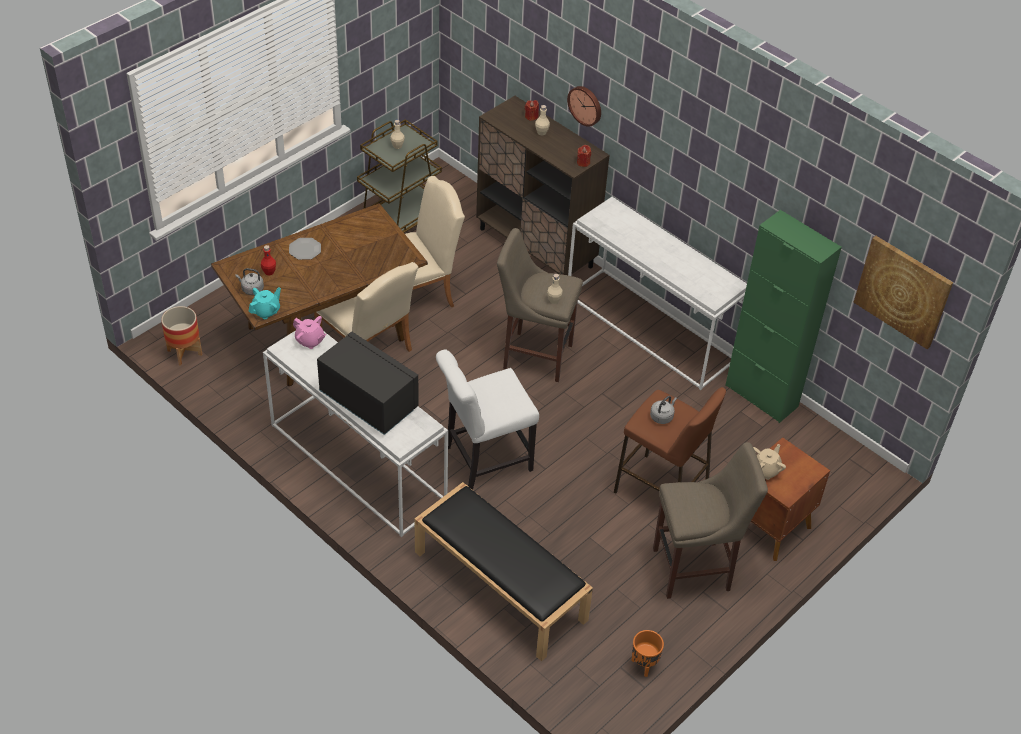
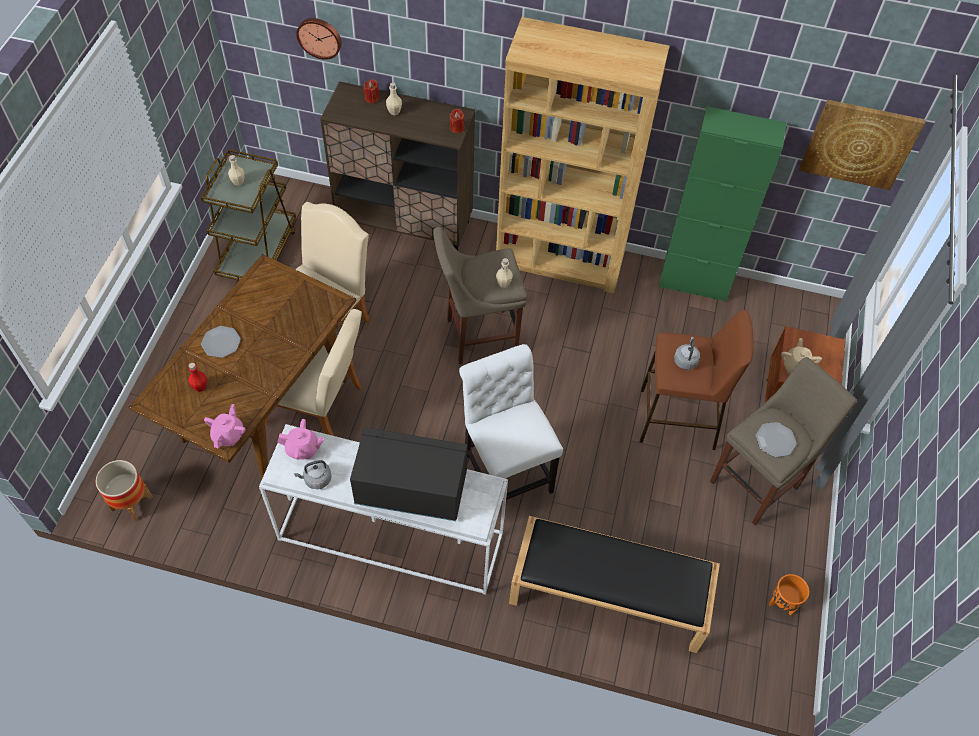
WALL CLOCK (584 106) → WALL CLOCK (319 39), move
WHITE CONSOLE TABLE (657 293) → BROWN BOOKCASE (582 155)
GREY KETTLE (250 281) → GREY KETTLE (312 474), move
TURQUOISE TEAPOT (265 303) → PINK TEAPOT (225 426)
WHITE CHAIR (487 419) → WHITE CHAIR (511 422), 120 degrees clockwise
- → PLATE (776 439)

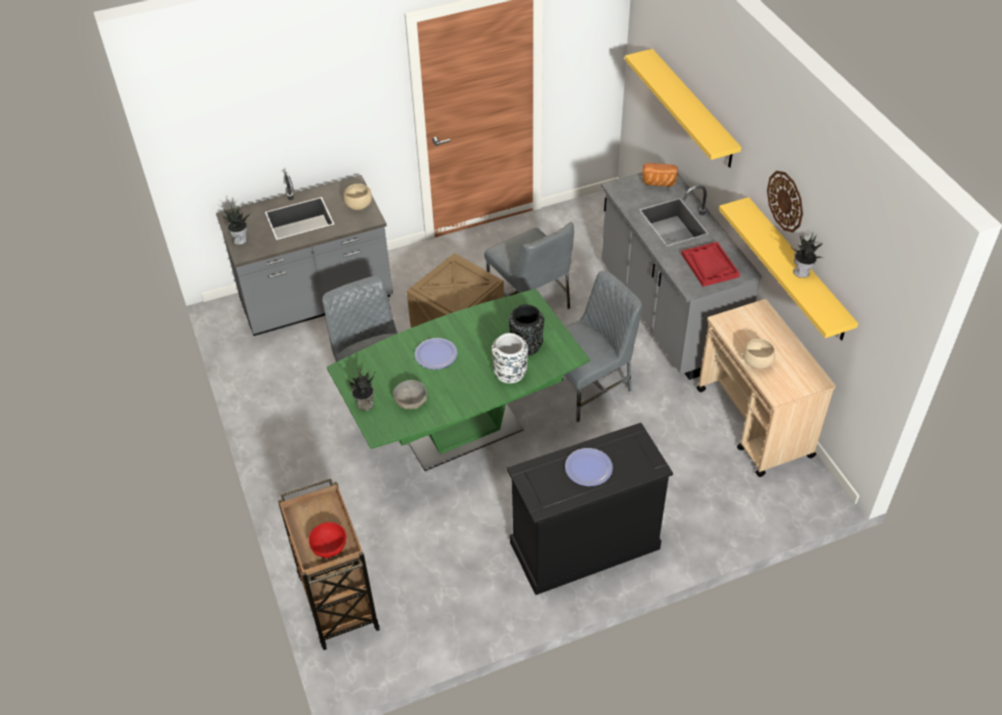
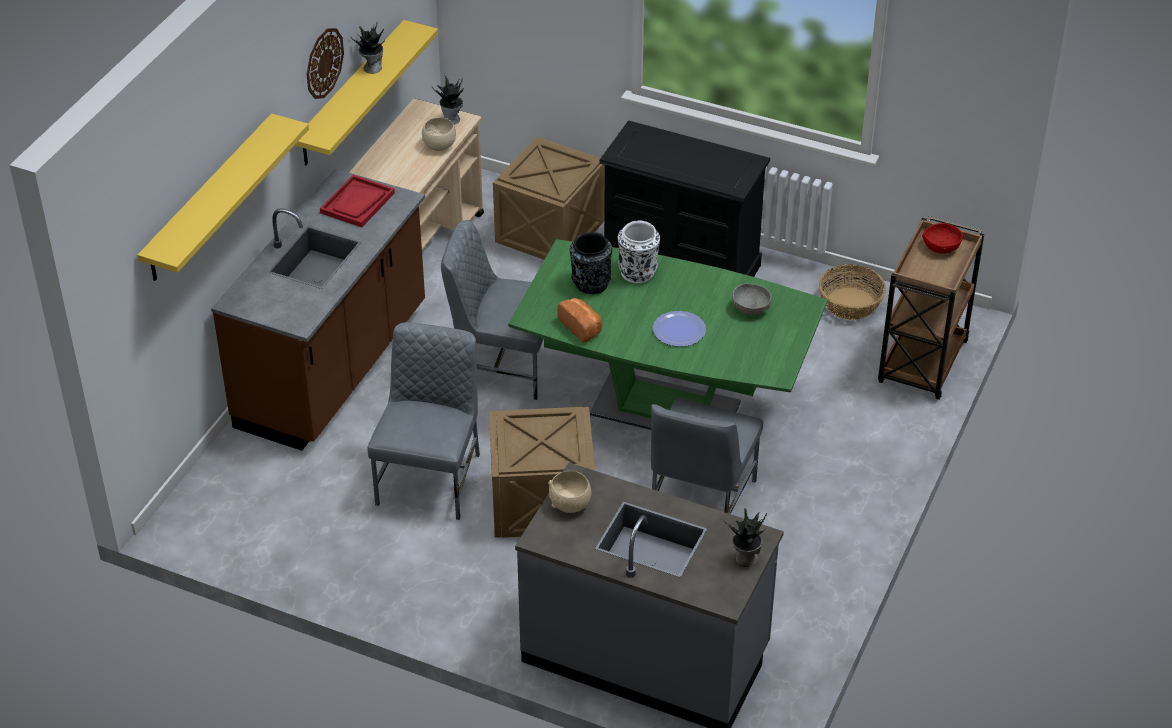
BREAD (660 175) → BREAD (579 320), move
GREY COUNTER (681 276) → BROWN COUNTER (318 310)
POTTED PLANT (359 389) → POTTED PLANT (448 99), move
PLATE (589 467) → -
- → CRATE (549 198)
- → BASKET (852 292)

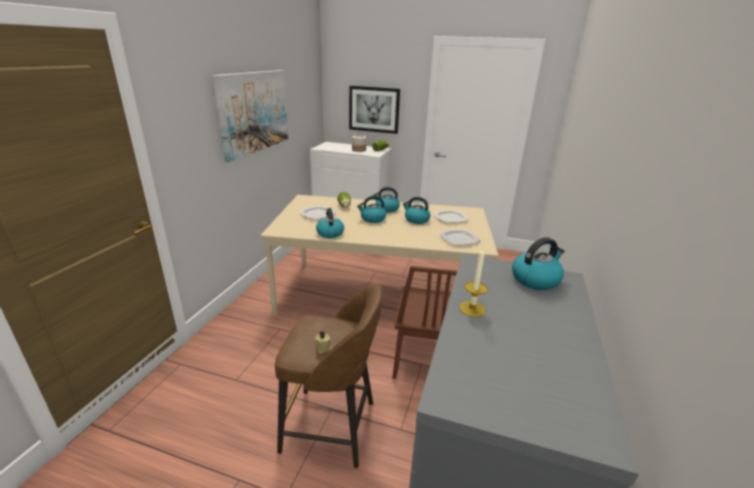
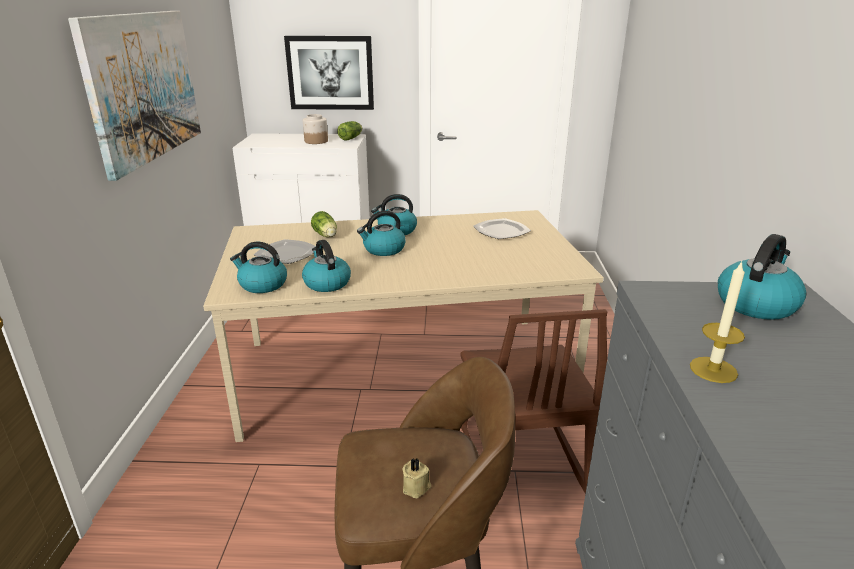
KETTLE (416 210) → KETTLE (258 267), move
PLATE (460 237) → -

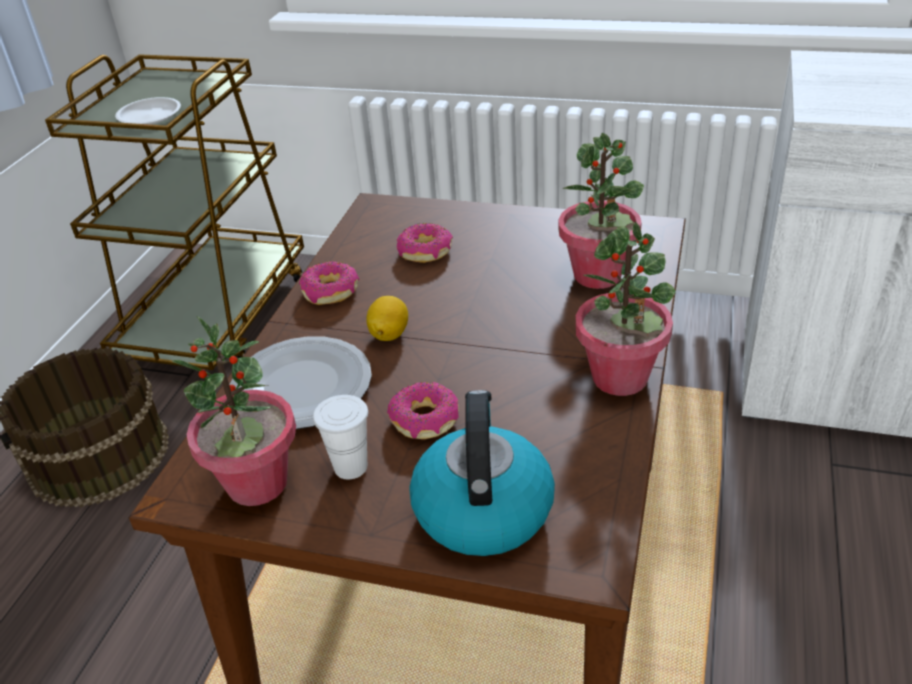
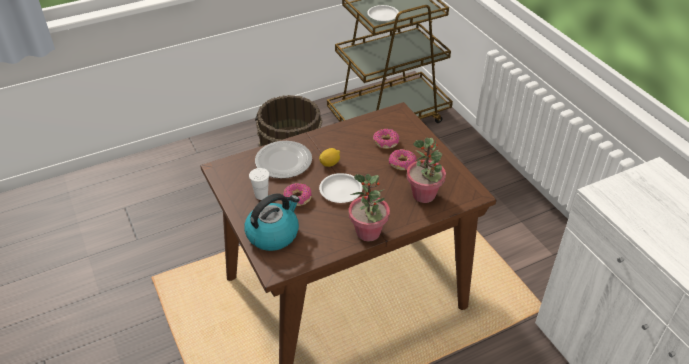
DONUT (329 283) → DONUT (403 159), move
POTTED PLANT (234 411) → -
- → WHITE PLATE (341 188)

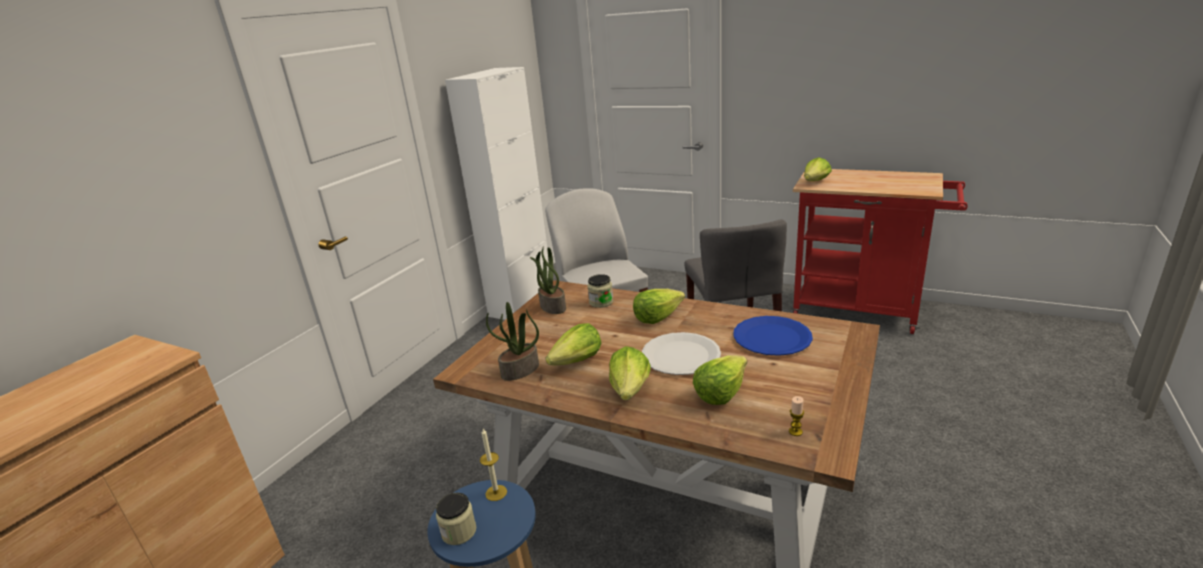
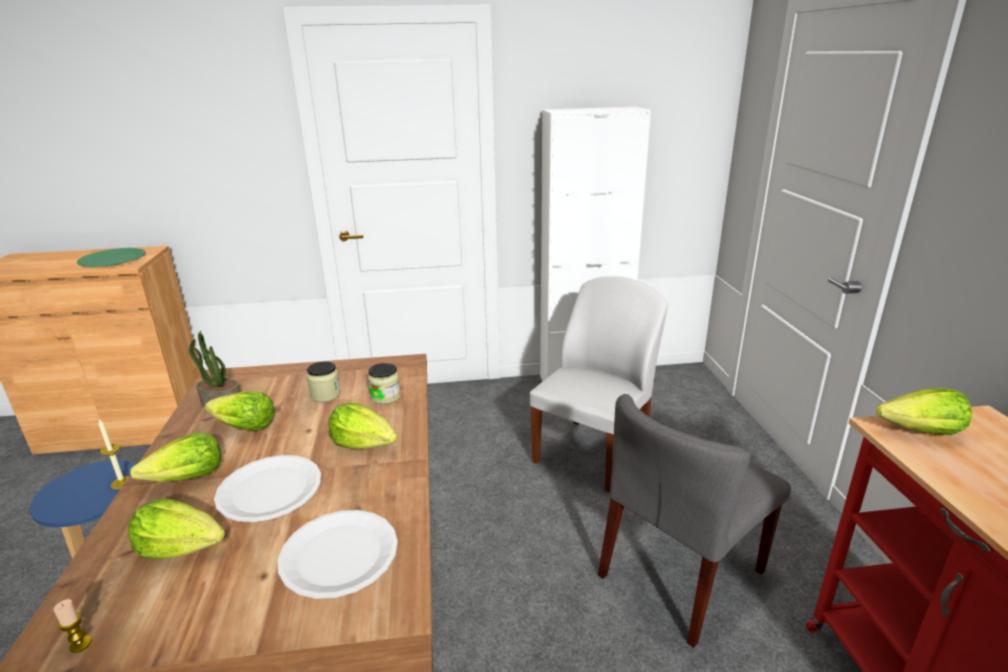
POTTED PLANT (548 280) → -
BLUE PLATE (773 336) → WHITE PLATE (338 554)
JAR (456 519) → JAR (324 381), move
- → GREEN PLATE (111 257)

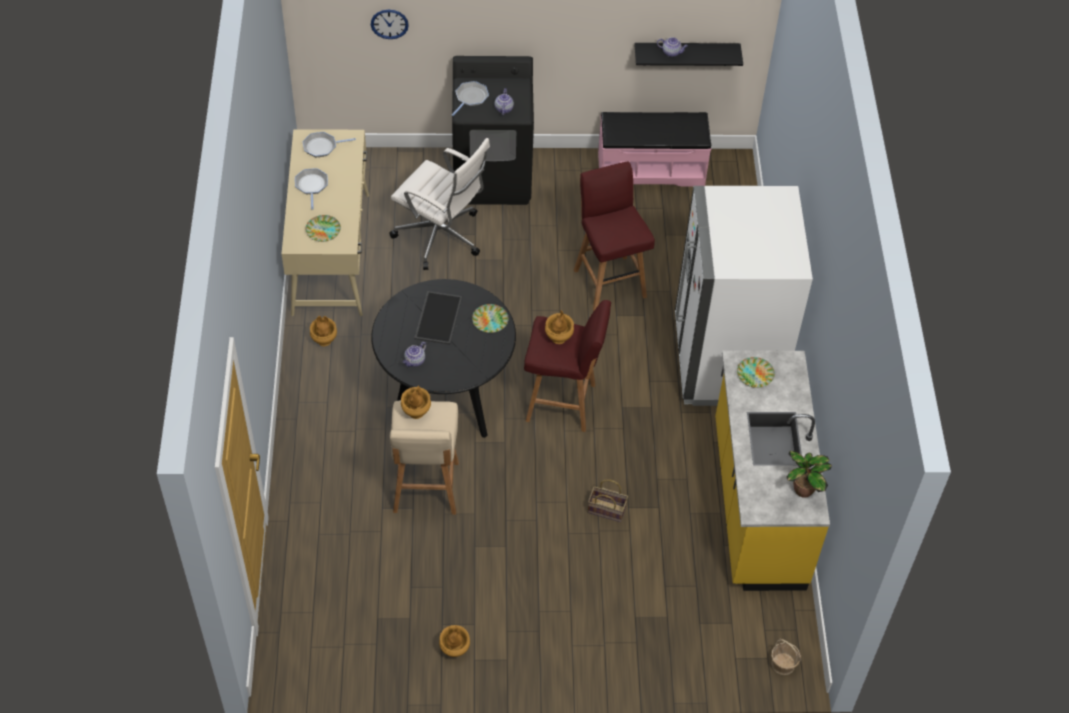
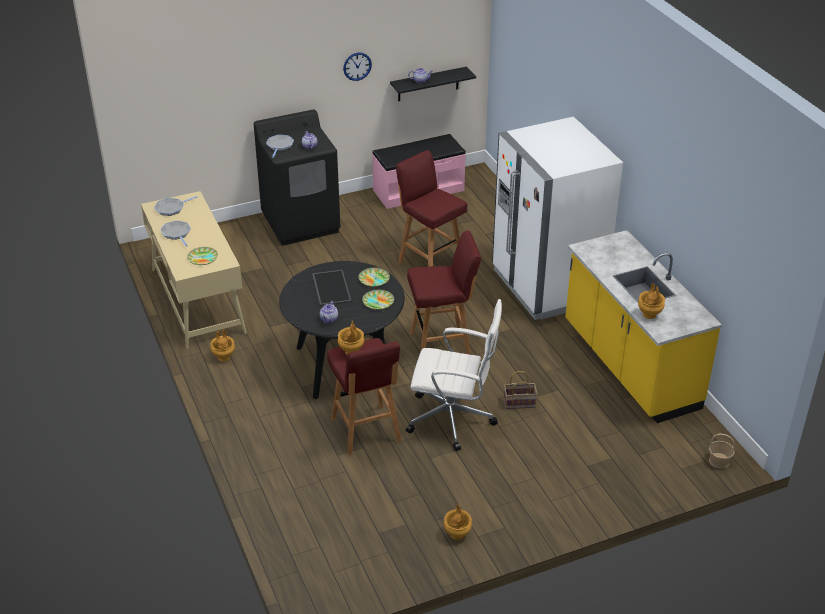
WALL CLOCK (390 24) → WALL CLOCK (357 67), move
WHITE OFFICE CHAIR (439 204) → WHITE OFFICE CHAIR (454 375), move
BROWN VASE (559 327) → BROWN VASE (651 301), move
PLATE (756 372) → PLATE (378 300), move
BEIGE STOOL (424 457) → RED STOOL (364 396)
POTTED PLANT (809 474) → -

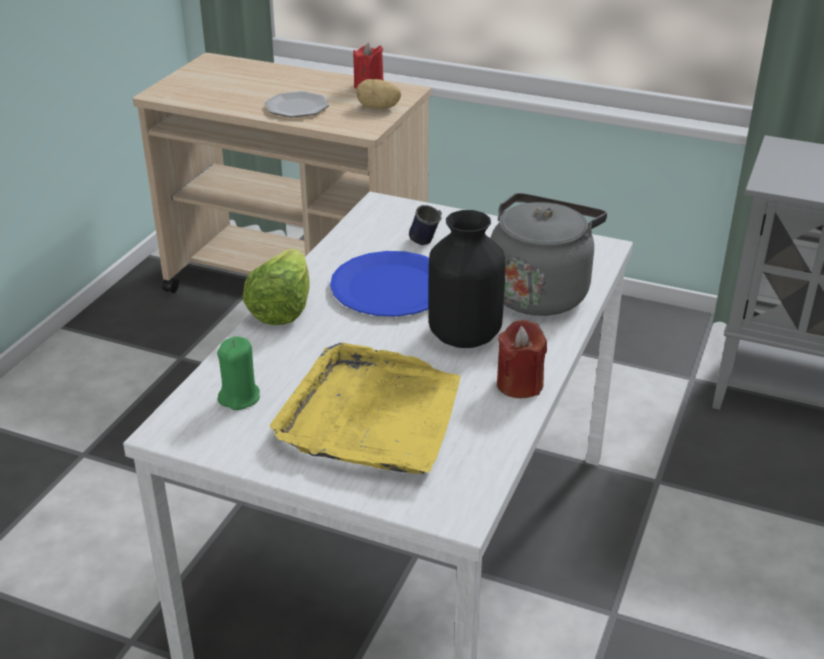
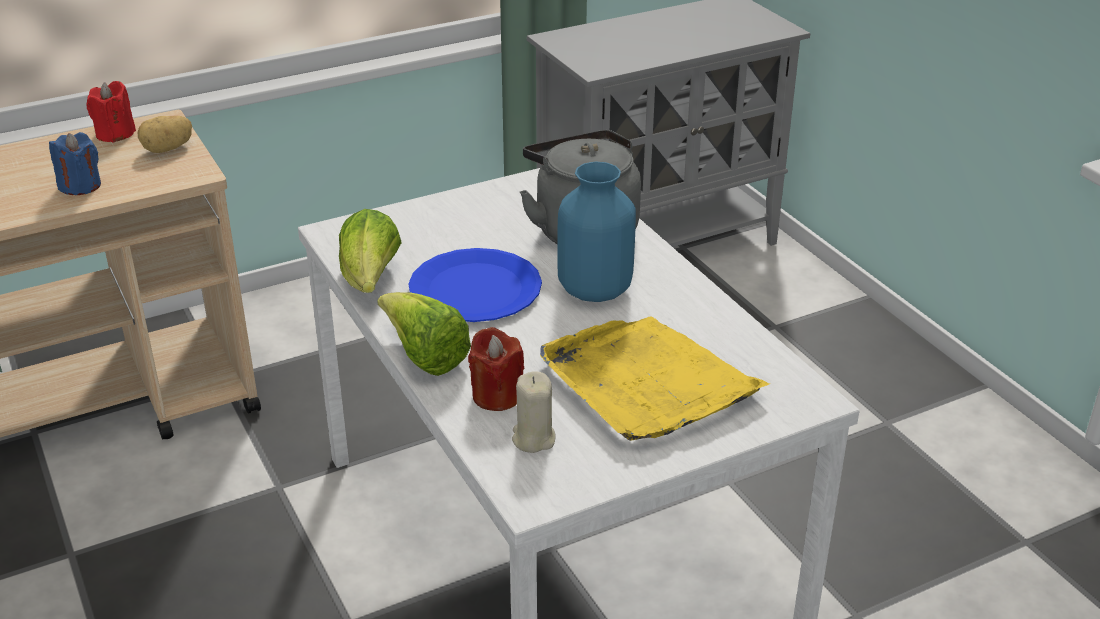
PLATE (297 104) → BLUE CANDLE (75 163)
BLUE MUG (425 225) → -
BLACK VASE (466 279) → BLUE VASE (596 232)
RED CANDLE (522 359) → RED CANDLE (496 369), move
GREEN CANDLE (238 373) → BEIGE CANDLE (534 412)
- → LETTUCE (370 251)

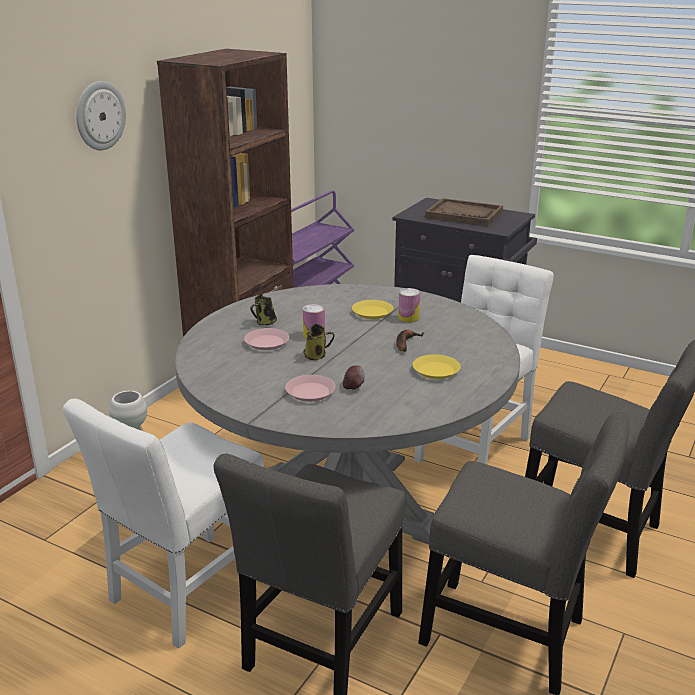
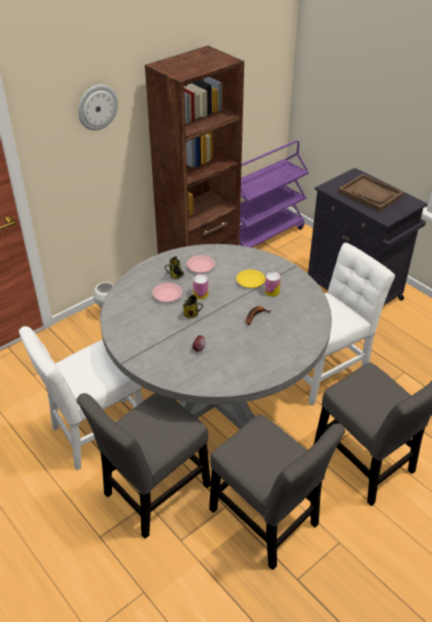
YELLOW PLATE (437 366) → -
PINK PLATE (310 388) → PINK PLATE (201 264), move

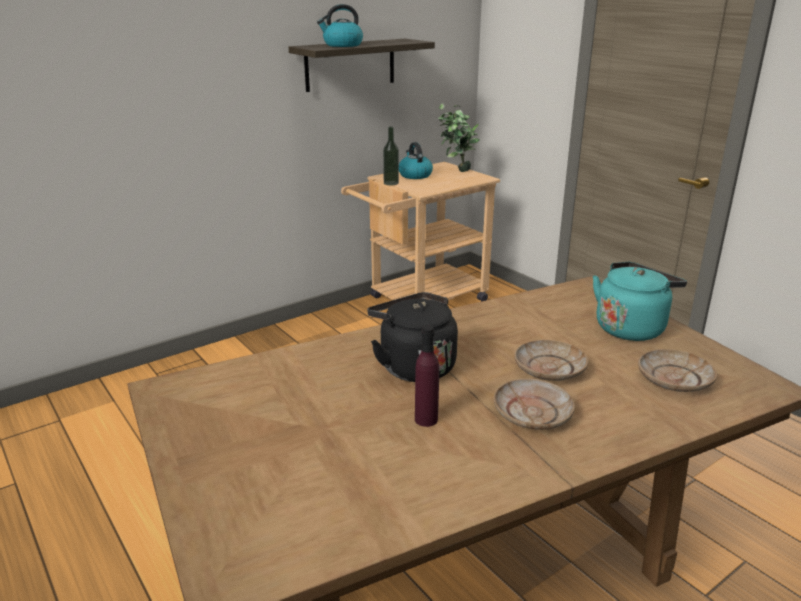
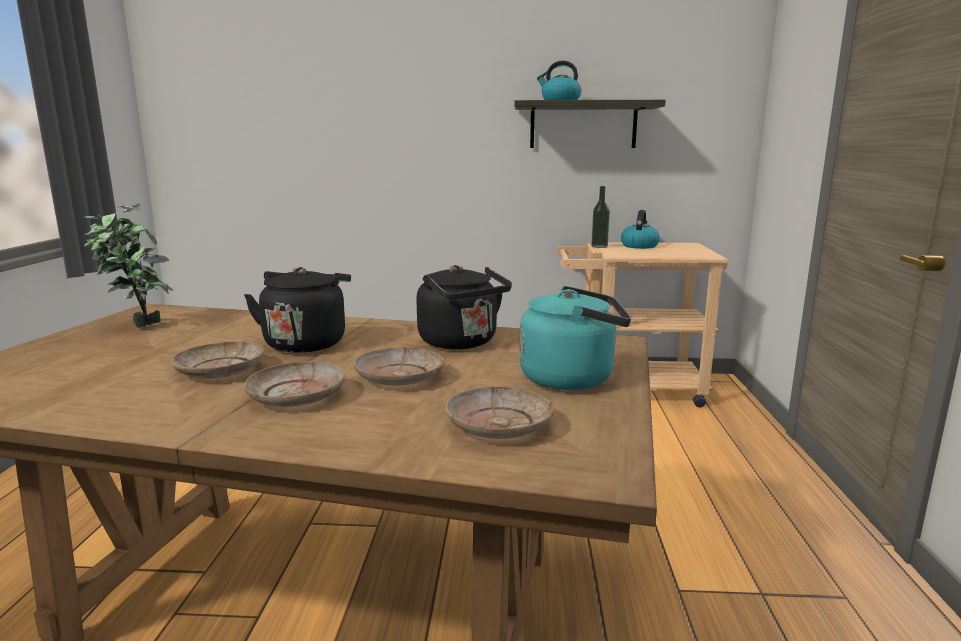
POTTED PLANT (459 137) → POTTED PLANT (128 266), move
PURPLE BOTTLE (427 376) → BEIGE PLATE (218 359)
- → BLACK KETTLE (464 307)

